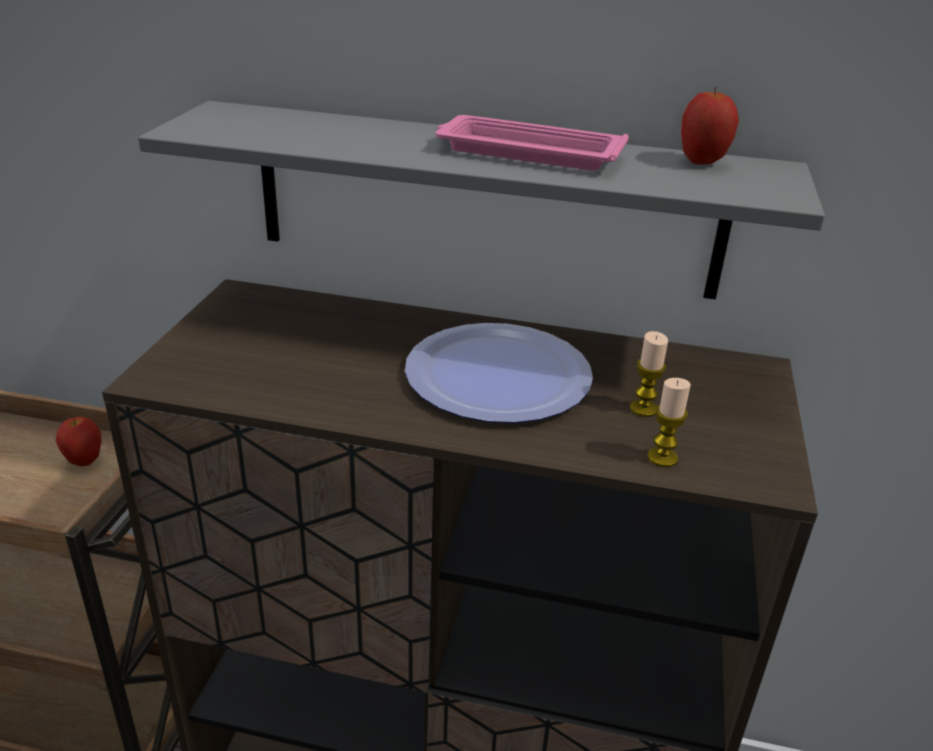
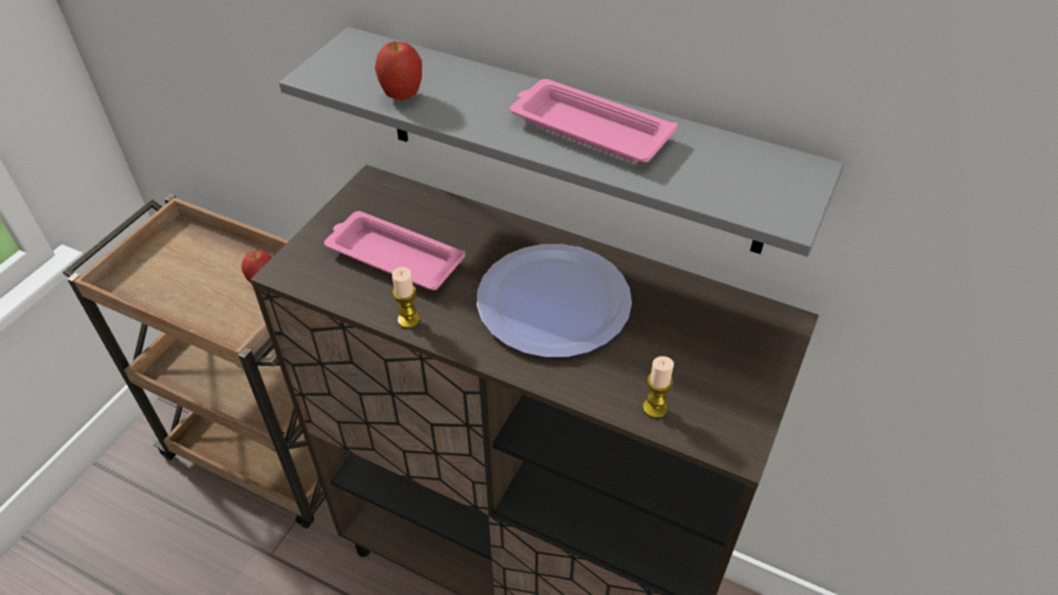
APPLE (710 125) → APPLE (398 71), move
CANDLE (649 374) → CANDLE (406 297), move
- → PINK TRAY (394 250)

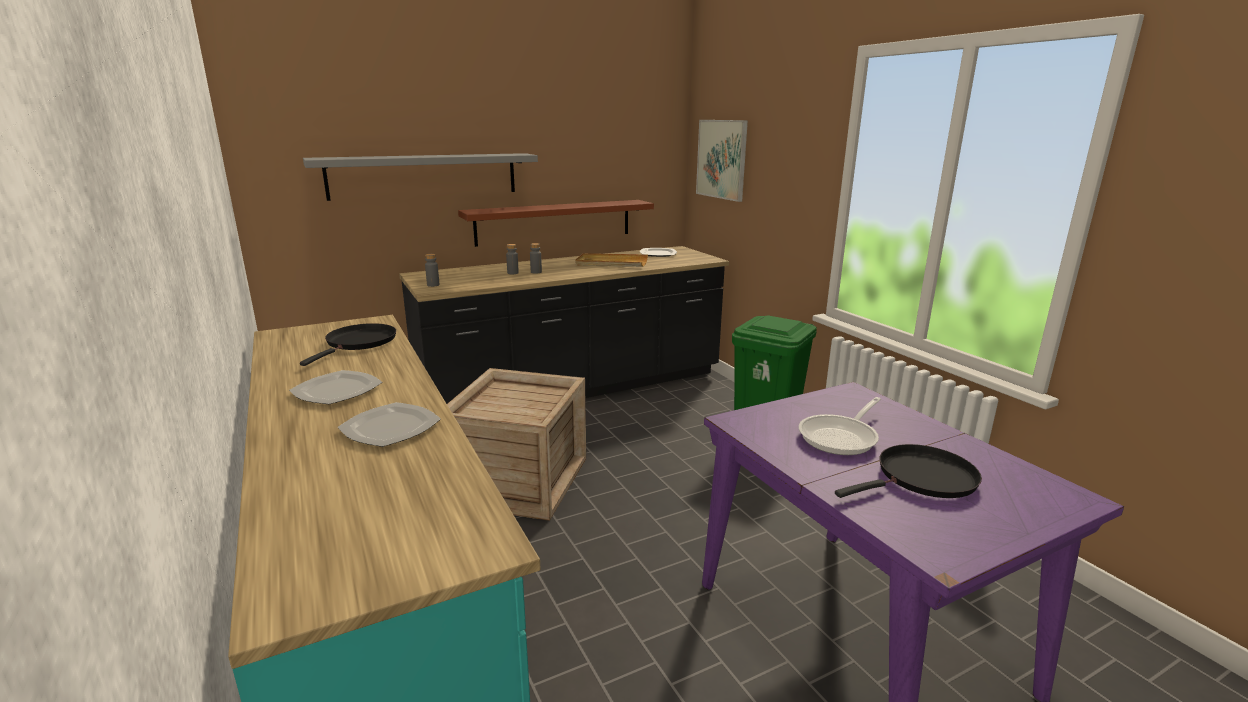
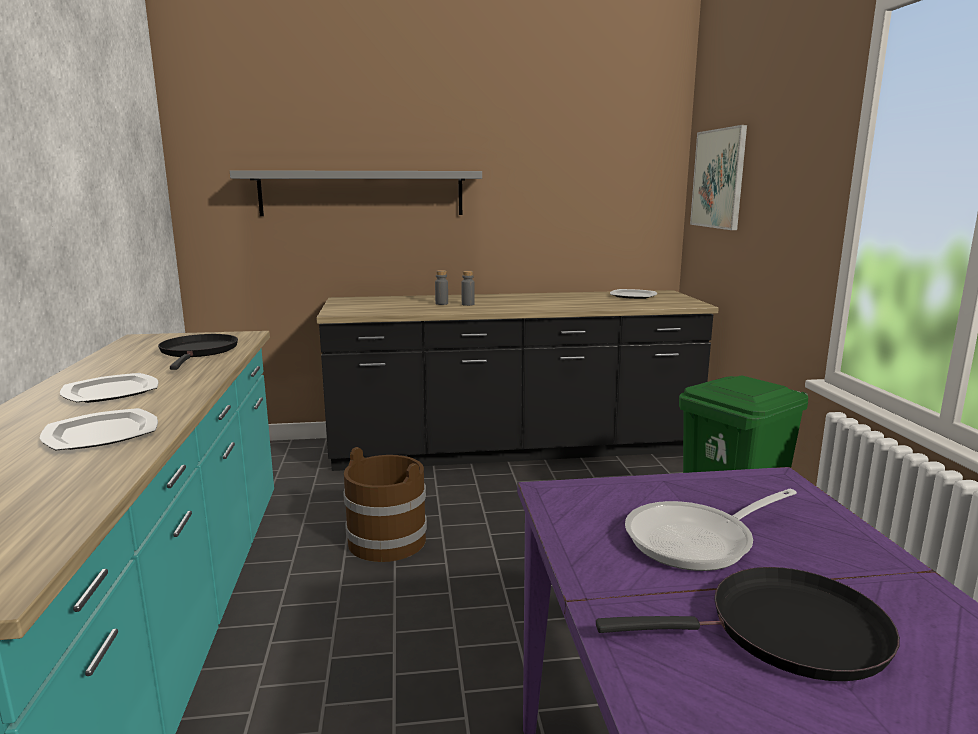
BROWN SHELF (556 223) → -
BEIGE TRAY (611 260) → -
GREY BOTTLE (432 270) → -
BLACK FRYING PAN (348 344) → BLACK FRYING PAN (198 352), 45 degrees counterclockwise
CRATE (516 444) → BROWN BUCKET (385 504)

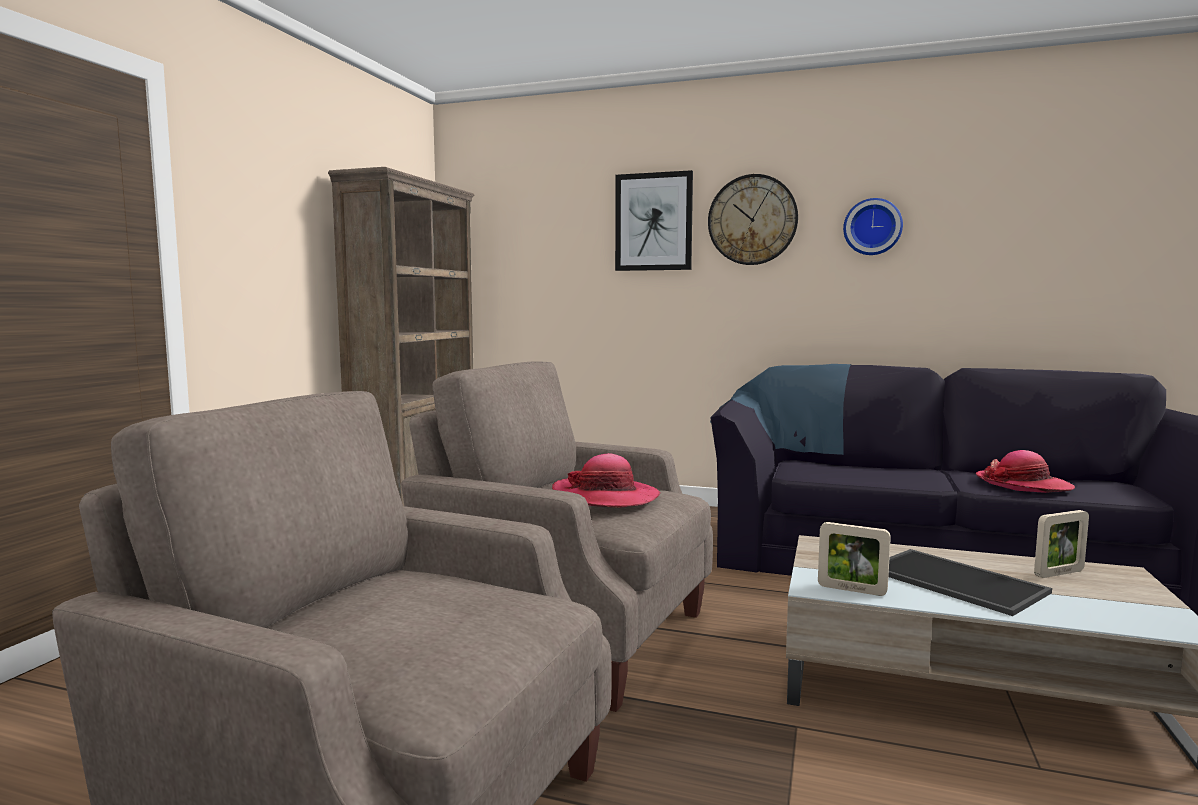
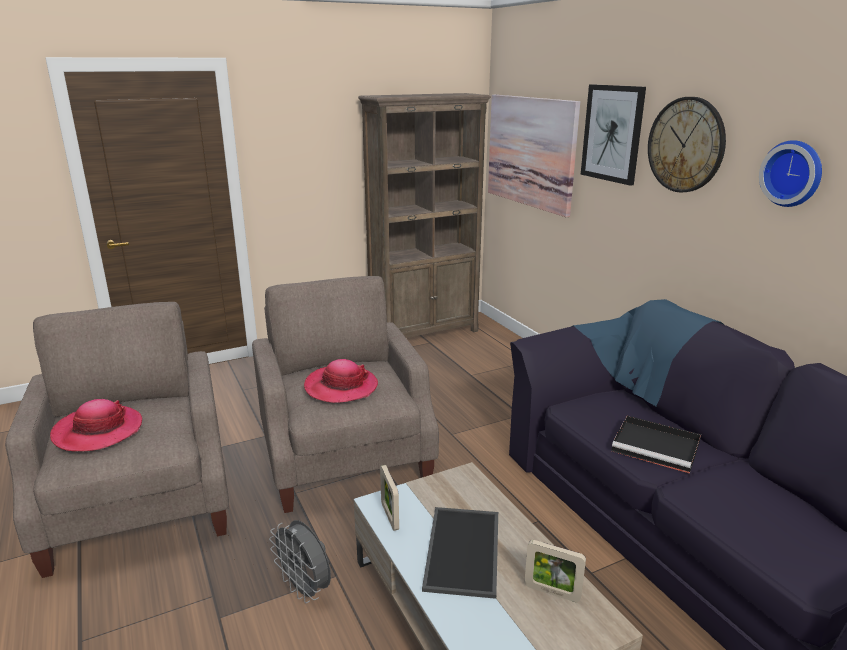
HAT (1025 471) → HAT (96 425), move
- → PICTURE (534 156)
- → BLACK TRAY (656 445)
- → GREY FAN (300 561)

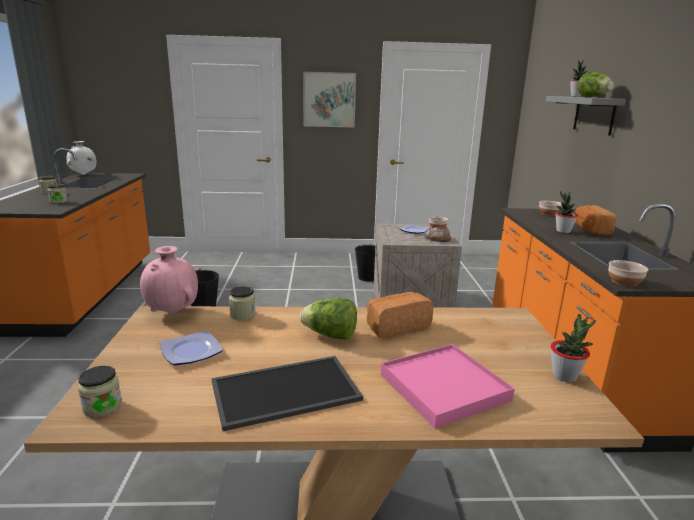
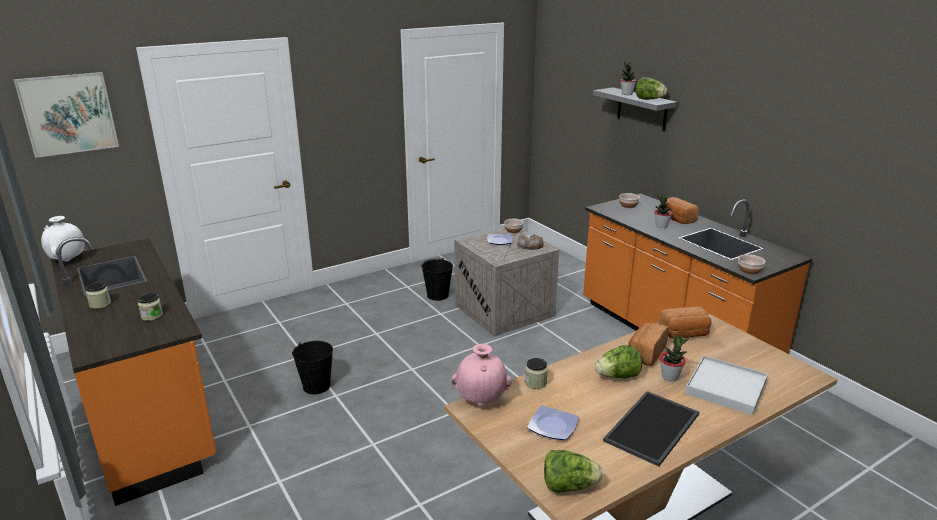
PICTURE (329 99) → PICTURE (66 115), move
POTTED PLANT (573 348) → POTTED PLANT (674 357), move
PINK TRAY (448 386) → WHITE TRAY (726 385)
JAR (100 392) → LETTUCE (573 471)
- → BREAD (684 322)

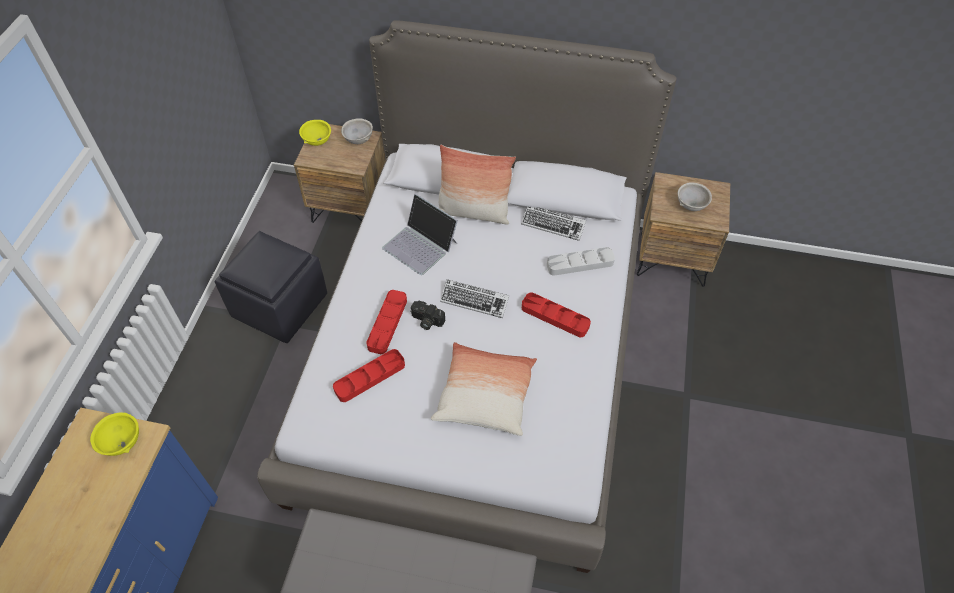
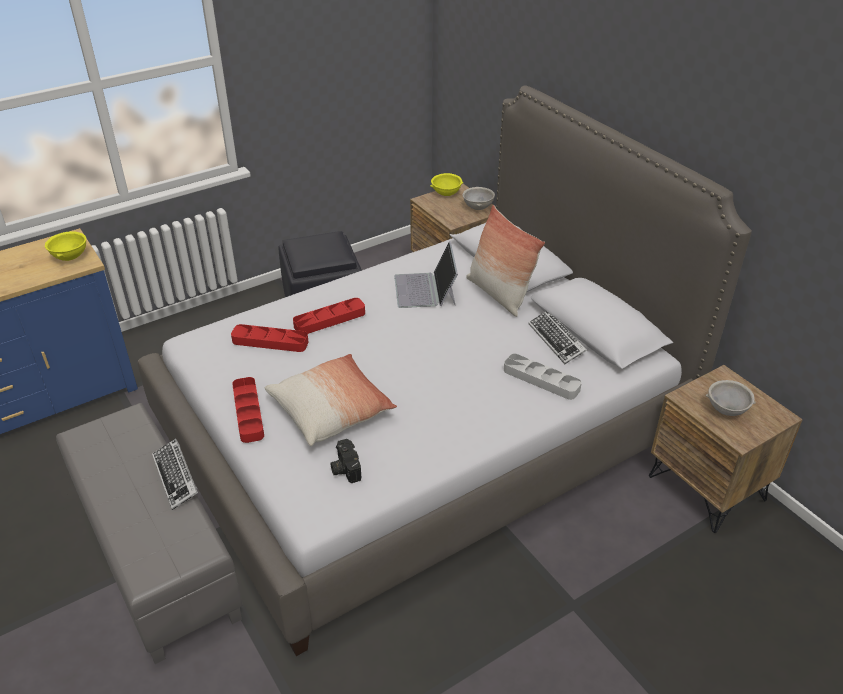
KEYBOARD (474 298) → KEYBOARD (175 474), move
RED TRAY (556 314) → RED TRAY (248 410), move
PHOTO CAMERA (427 315) → PHOTO CAMERA (345 461), move

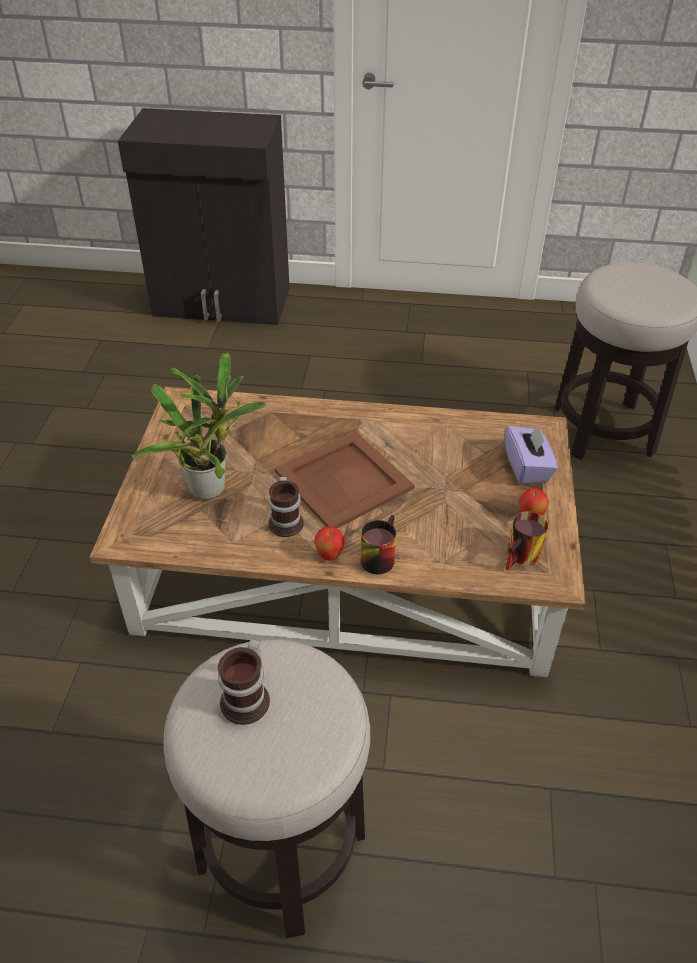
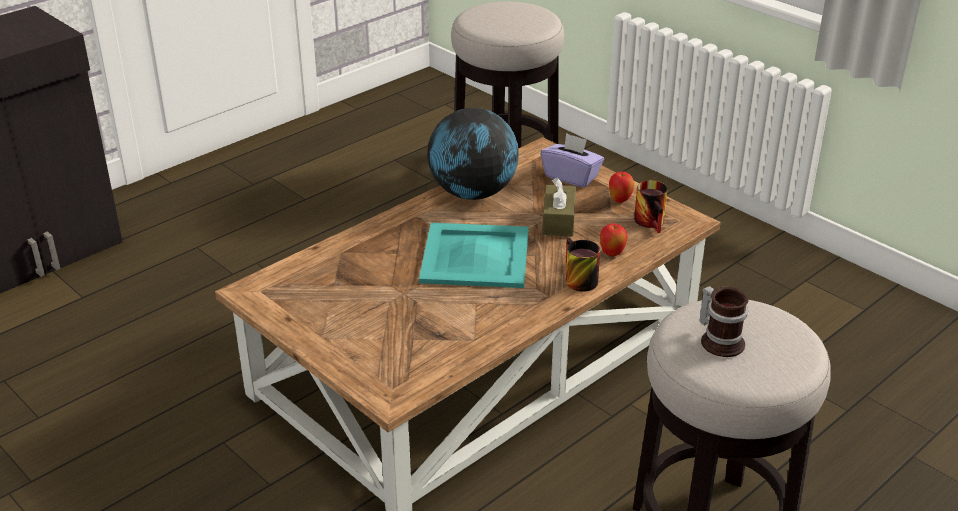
POTTED PLANT (198 426) → -
BROWN TRAY (344 479) → TURQUOISE TRAY (474 255)
MUG (286 507) → -
APPLE (330 543) → APPLE (614 239), move
- → GLOBE (473 154)
- → BROWN TISSUE BOX (559 207)

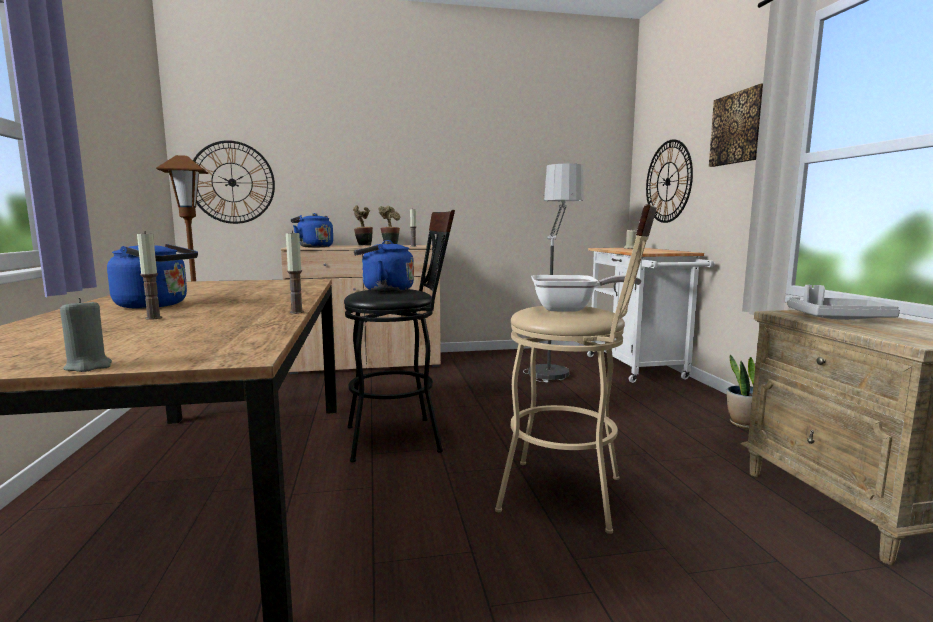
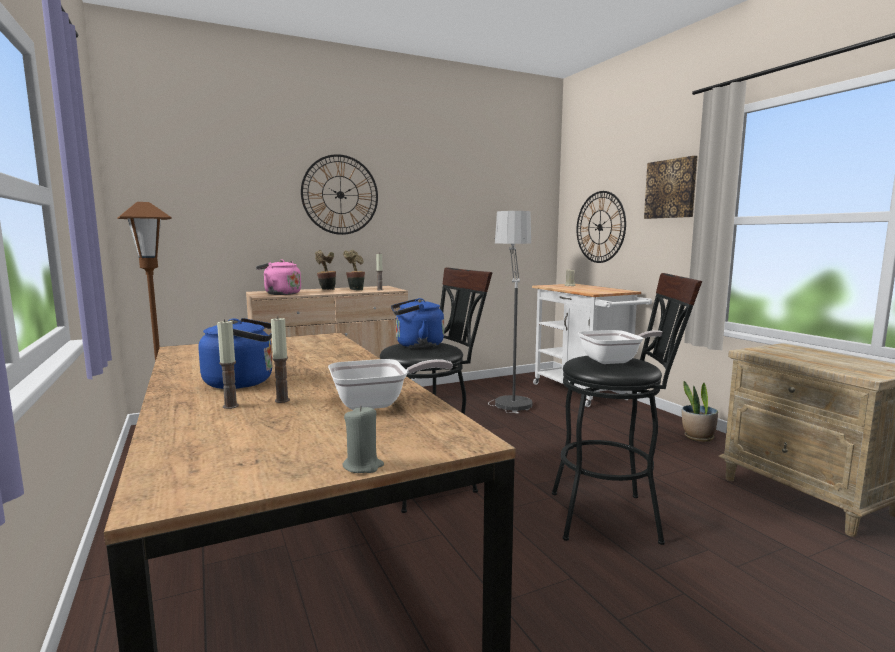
WALL CLOCK (234 182) → WALL CLOCK (339 194), move
BEIGE STOOL (576 369) → BLACK STOOL (627 409)
BLUE KETTLE (312 230) → PINK KETTLE (278 277)
CANDLE (295 272) → CANDLE (228 364), move
GREY TRAY (844 302) → -
- → FRYING PAN (390 384)

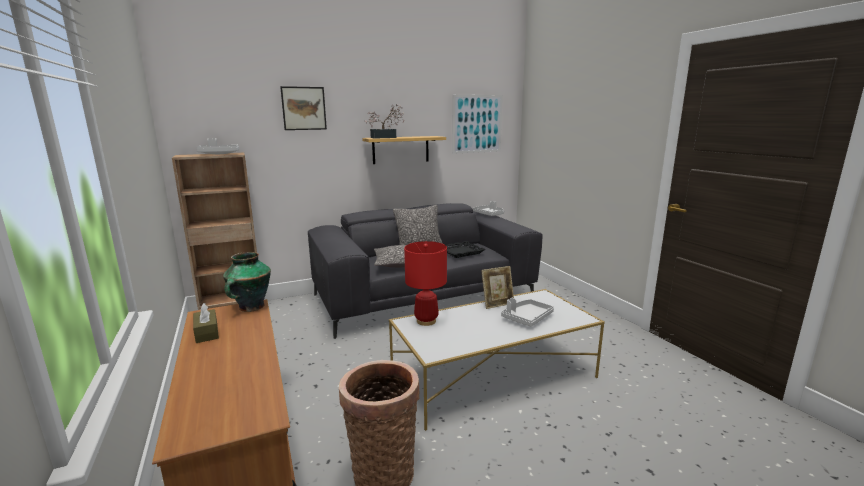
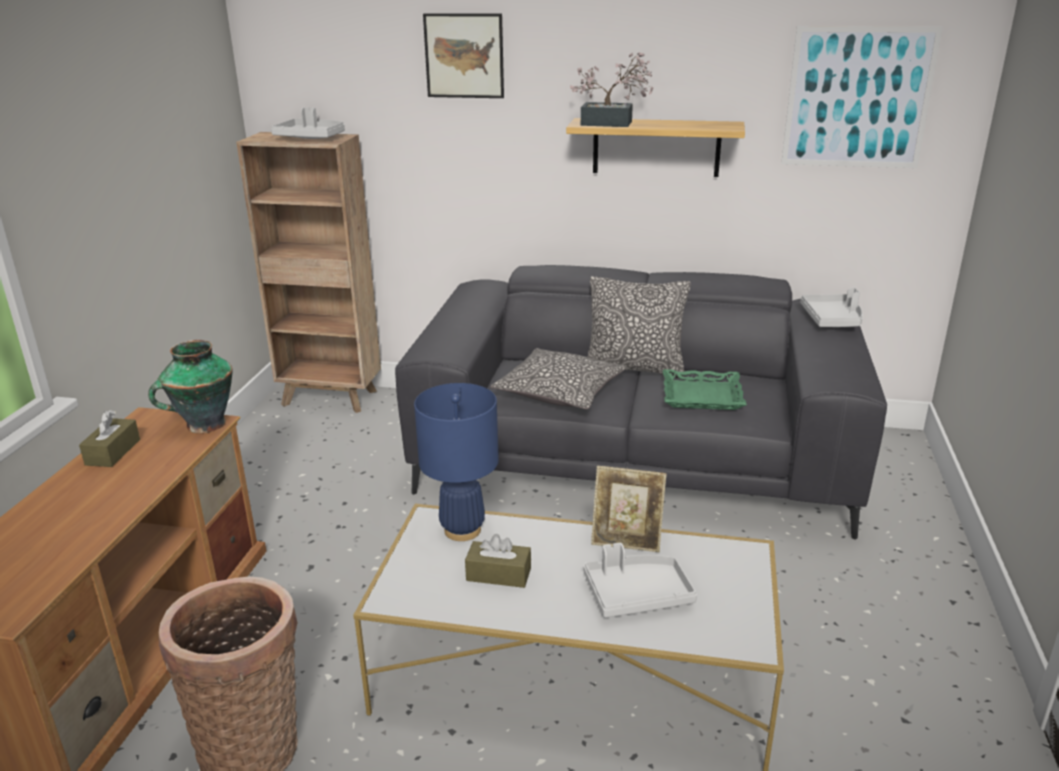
RED TABLE LAMP (425 283) → BLUE TABLE LAMP (456 462)
BLACK TRAY (465 249) → GREEN TRAY (705 389)
- → BROWN TISSUE BOX (498 561)

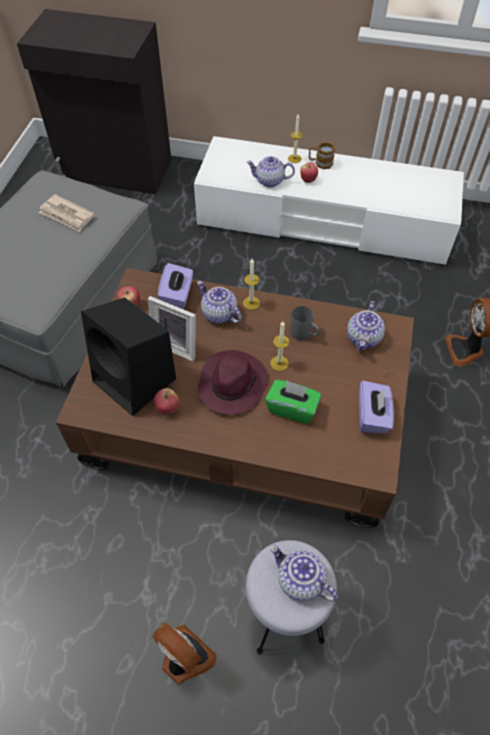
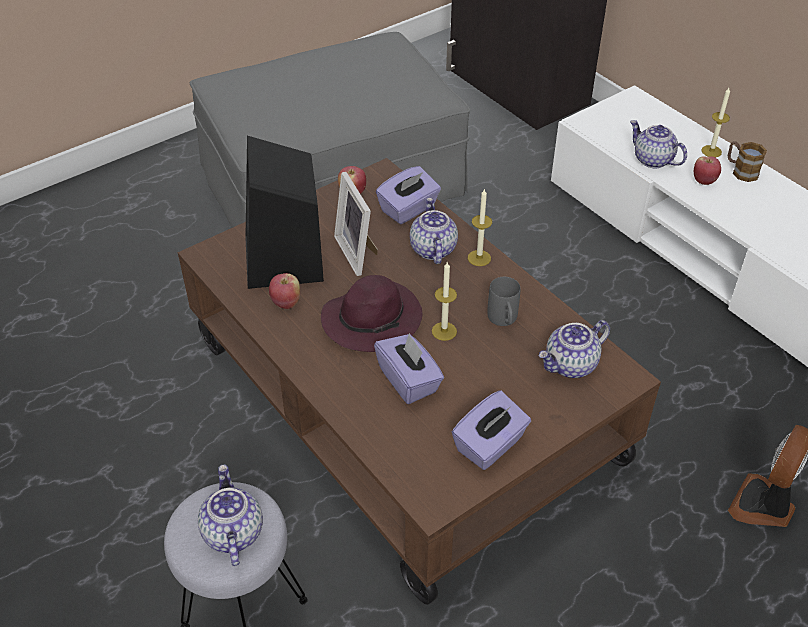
NEWSPAPER (66 213) → -
GREEN TISSUE BOX (293 402) → PURPLE TISSUE BOX (409 368)
FAN (185 653) → -

